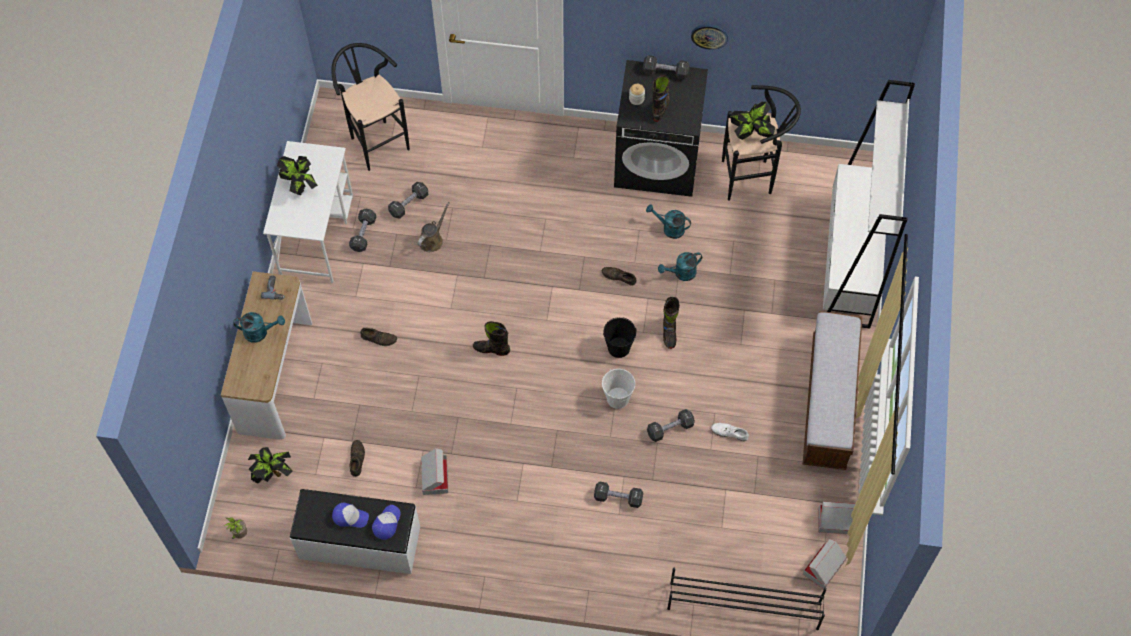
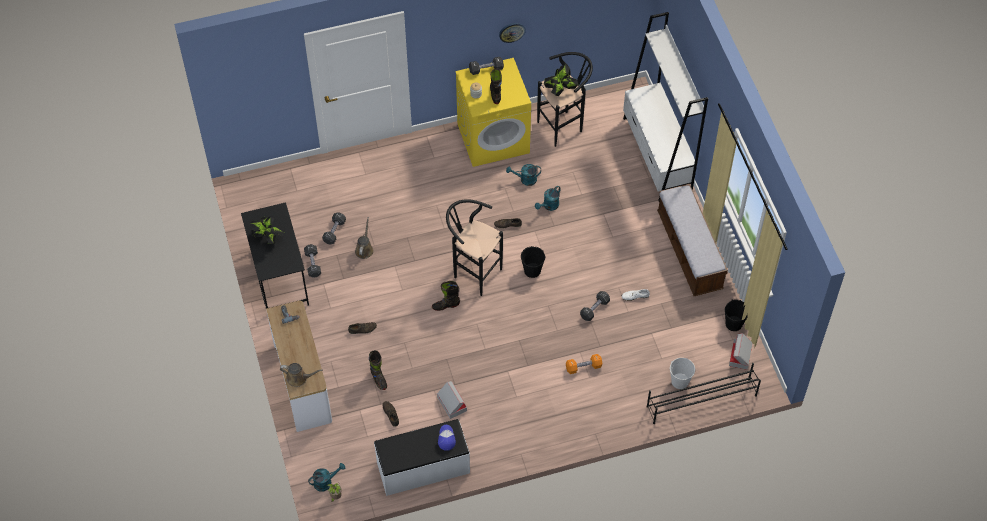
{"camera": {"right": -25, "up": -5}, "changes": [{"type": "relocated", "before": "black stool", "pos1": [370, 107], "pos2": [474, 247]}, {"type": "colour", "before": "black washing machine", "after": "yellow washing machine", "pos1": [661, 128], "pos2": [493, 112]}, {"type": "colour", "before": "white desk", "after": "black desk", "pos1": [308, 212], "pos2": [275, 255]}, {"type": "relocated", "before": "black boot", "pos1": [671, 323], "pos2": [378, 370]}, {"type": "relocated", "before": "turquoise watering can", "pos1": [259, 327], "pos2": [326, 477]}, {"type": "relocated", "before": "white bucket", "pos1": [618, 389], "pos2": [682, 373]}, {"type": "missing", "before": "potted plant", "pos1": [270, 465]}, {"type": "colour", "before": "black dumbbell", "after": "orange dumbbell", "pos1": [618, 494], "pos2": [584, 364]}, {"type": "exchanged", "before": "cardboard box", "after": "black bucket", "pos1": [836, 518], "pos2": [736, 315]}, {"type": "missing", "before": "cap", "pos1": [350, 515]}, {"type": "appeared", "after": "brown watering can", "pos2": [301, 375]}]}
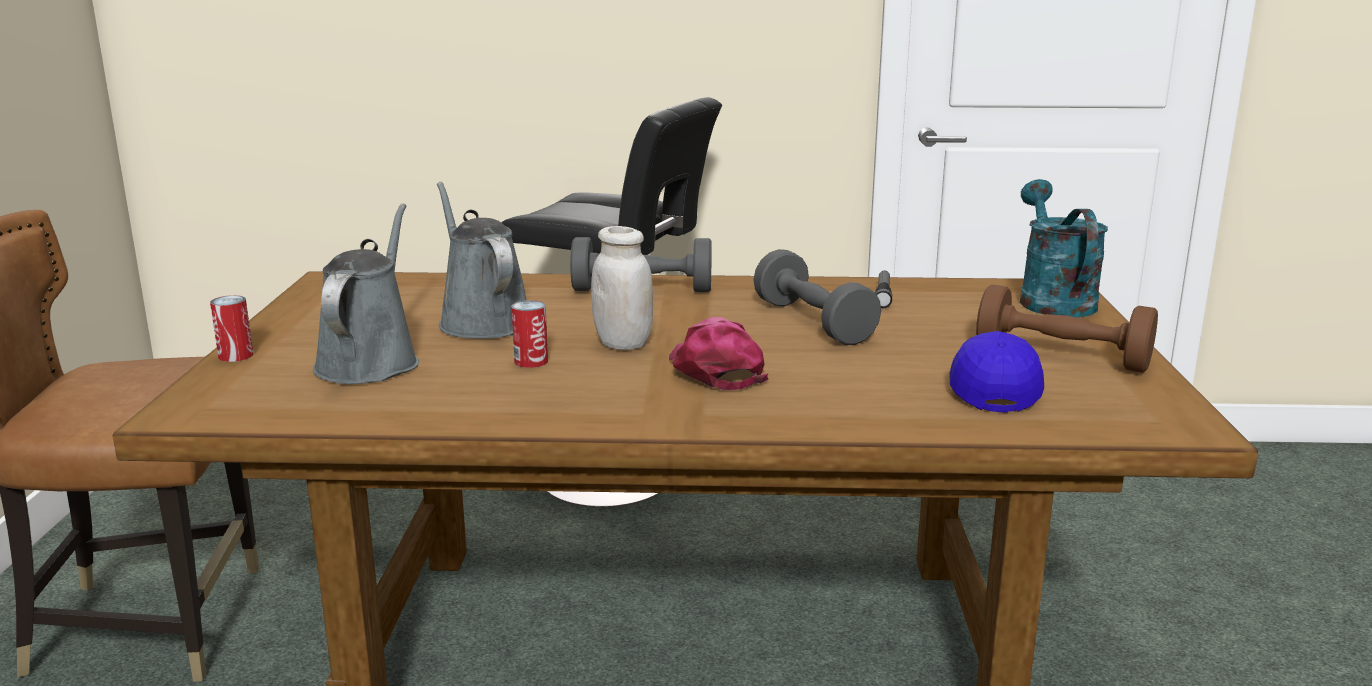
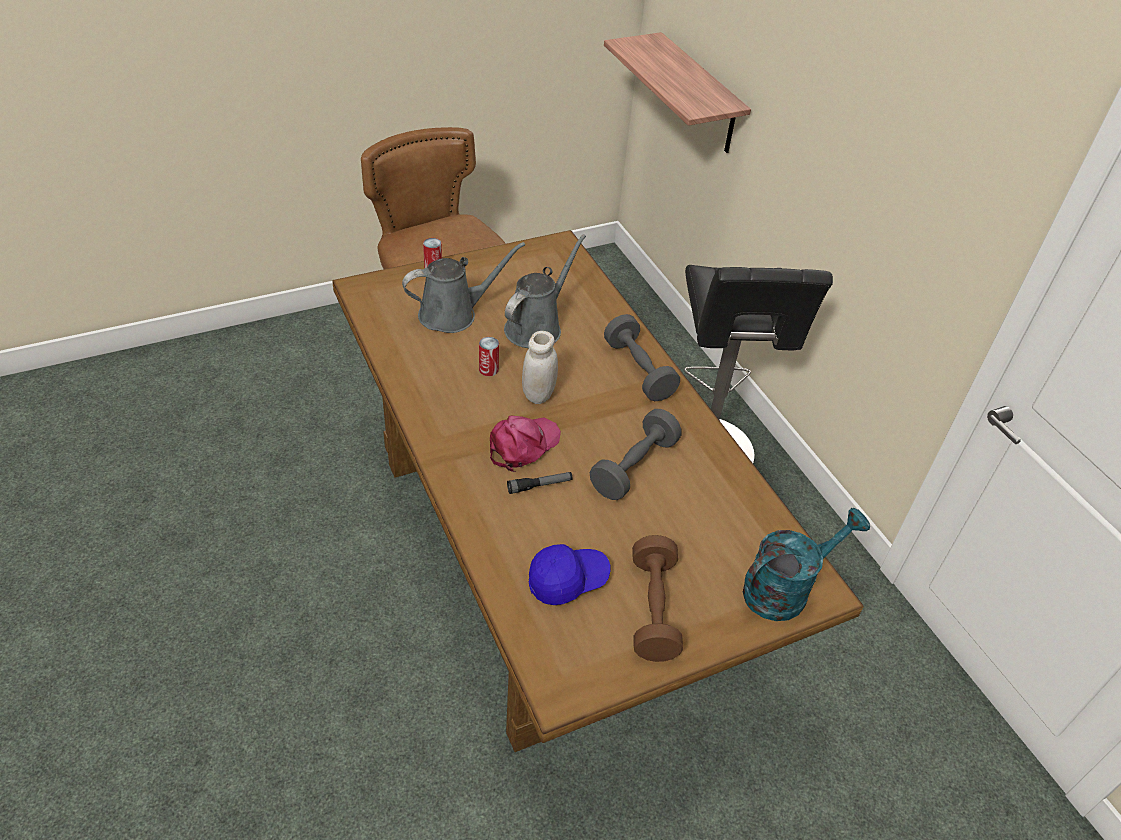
{"camera": {"right": 60, "up": 25}, "changes": [{"type": "relocated", "before": "flashlight", "pos1": [883, 289], "pos2": [540, 483]}, {"type": "appeared", "after": "shelf", "pos2": [677, 92]}]}
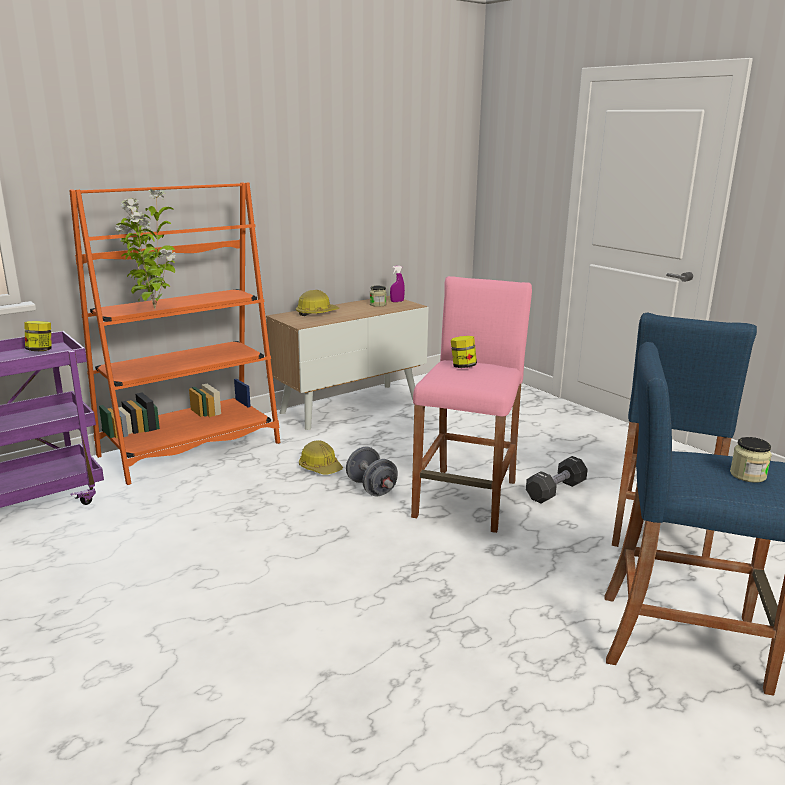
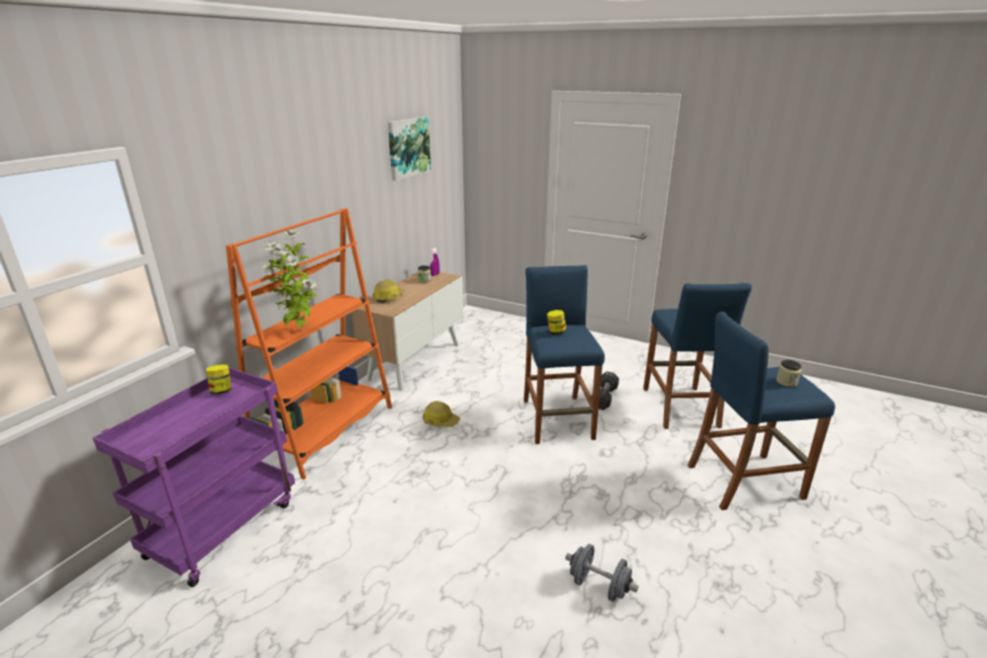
{"camera": {"right": -25, "up": 5}, "changes": [{"type": "colour", "before": "pink stool", "after": "blue stool", "pos1": [471, 404], "pos2": [564, 354]}, {"type": "relocated", "before": "grey dumbbell", "pos1": [372, 471], "pos2": [602, 573]}, {"type": "appeared", "after": "picture", "pos2": [409, 149]}]}
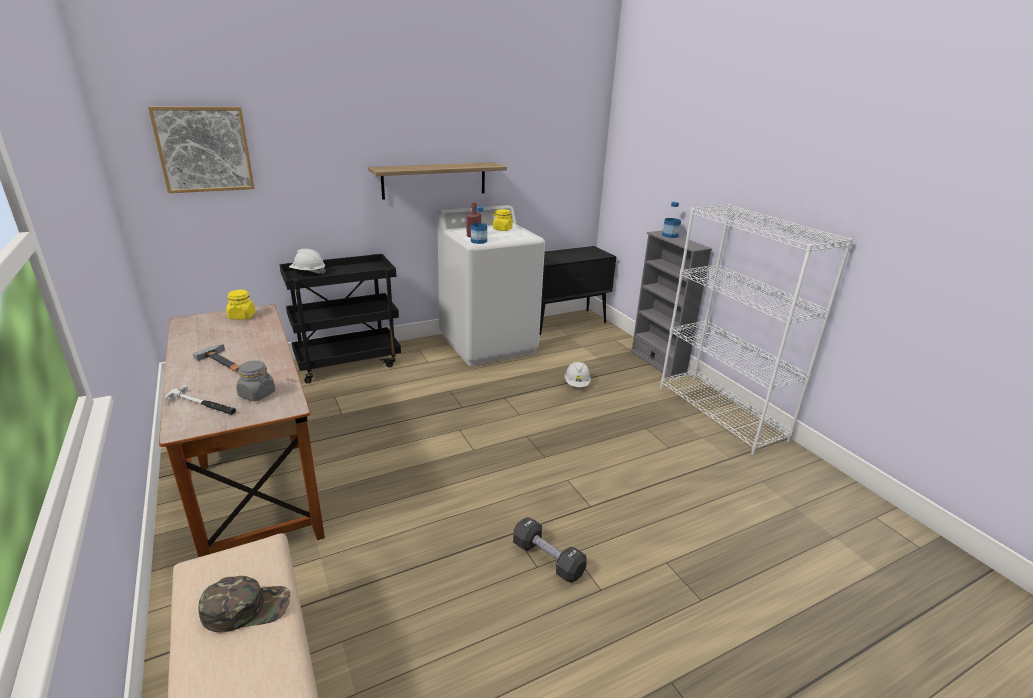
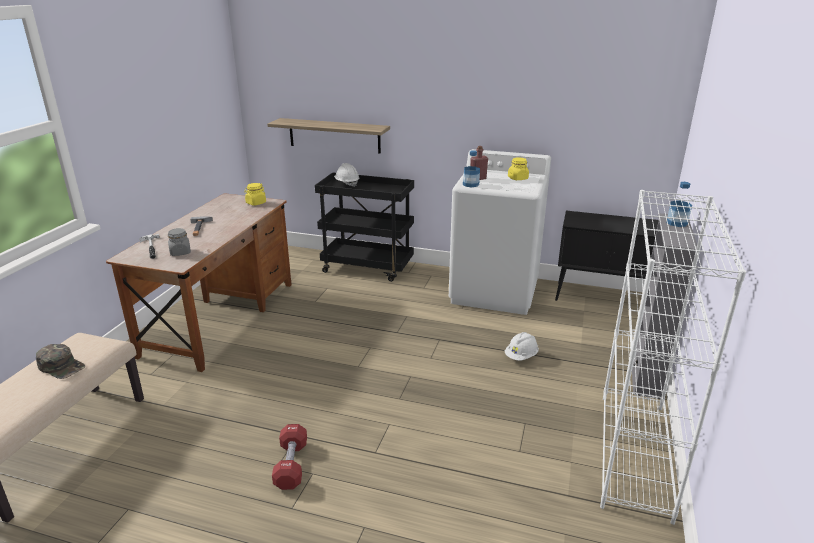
{"camera": {"right": 45, "up": 0}, "changes": [{"type": "missing", "before": "picture", "pos1": [201, 149]}, {"type": "relocated", "before": "shelf", "pos1": [437, 181], "pos2": [328, 135]}, {"type": "colour", "before": "black dumbbell", "after": "red dumbbell", "pos1": [550, 550], "pos2": [289, 457]}]}
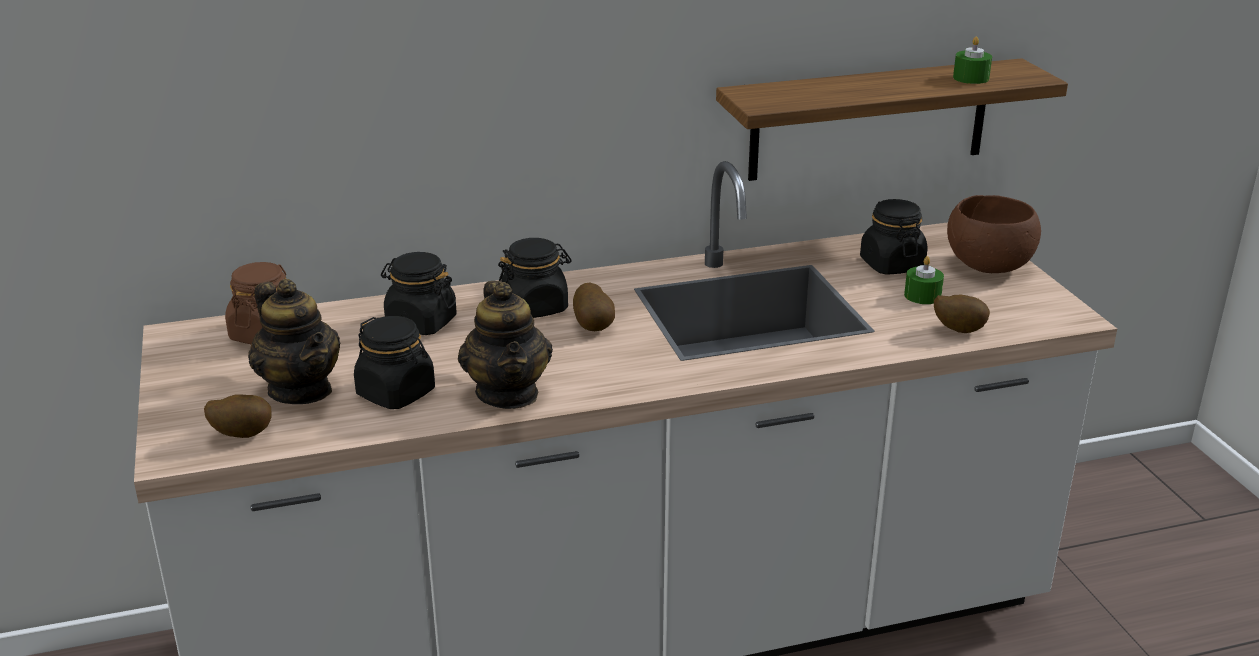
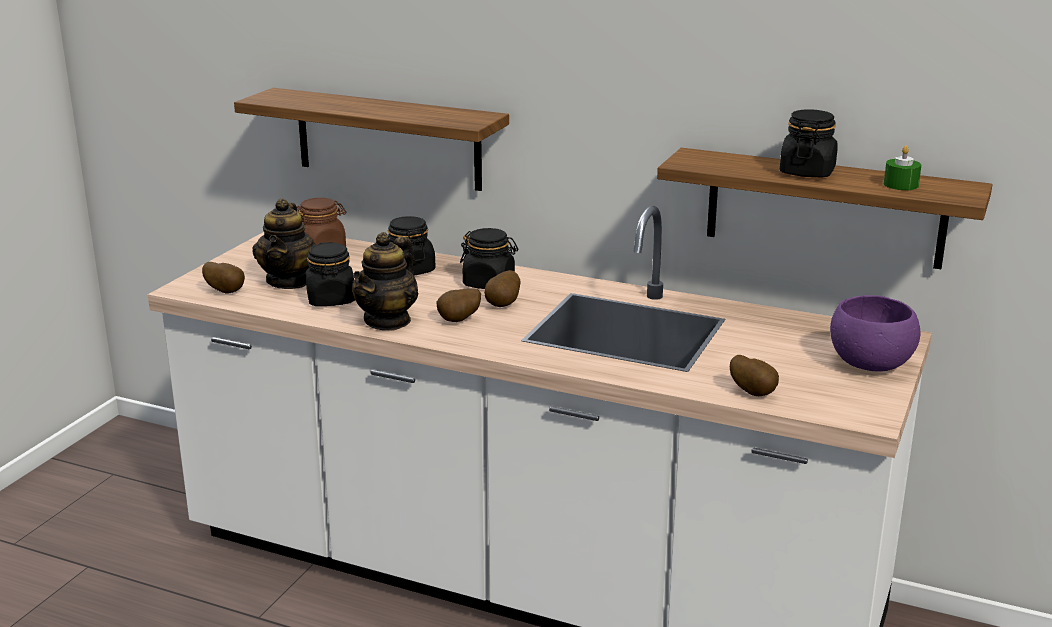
{"camera": {"right": 40, "up": -5}, "changes": [{"type": "colour", "before": "brown bowl", "after": "purple bowl", "pos1": [994, 234], "pos2": [875, 333]}, {"type": "relocated", "before": "black jar", "pos1": [893, 237], "pos2": [809, 143]}, {"type": "missing", "before": "green candle", "pos1": [924, 280]}, {"type": "appeared", "after": "shelf", "pos2": [371, 139]}, {"type": "appeared", "after": "potato", "pos2": [458, 305]}]}
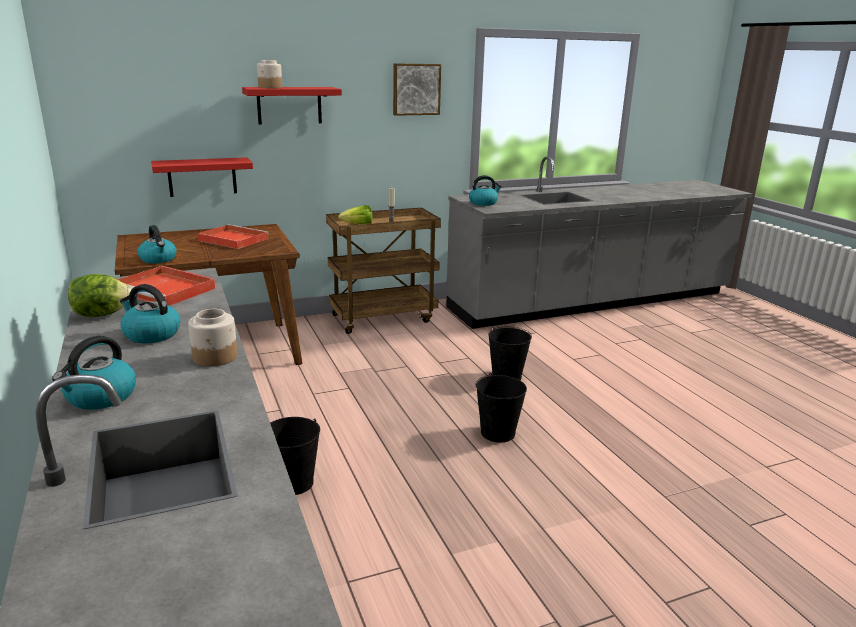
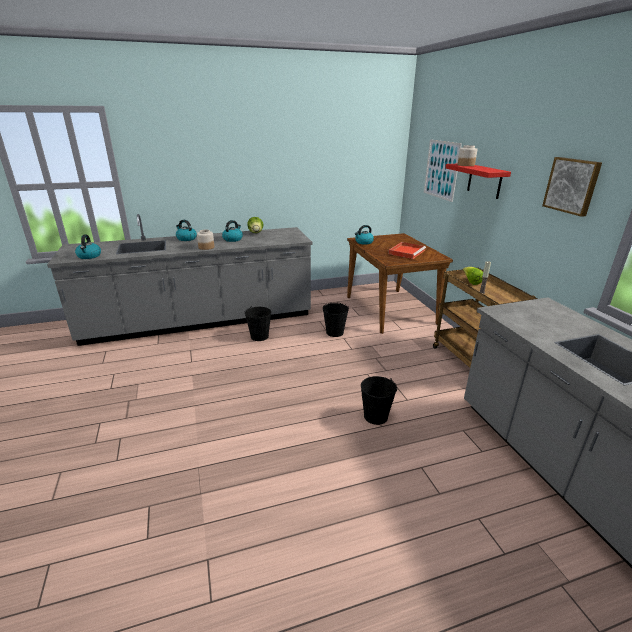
{"camera": {"right": 95, "up": 5}, "changes": [{"type": "missing", "before": "red shelf", "pos1": [202, 177]}, {"type": "relocated", "before": "kettle", "pos1": [485, 190], "pos2": [88, 246]}, {"type": "missing", "before": "red tray", "pos1": [166, 286]}, {"type": "relocated", "before": "black bucket", "pos1": [501, 408], "pos2": [336, 319]}, {"type": "appeared", "after": "picture", "pos2": [443, 170]}]}
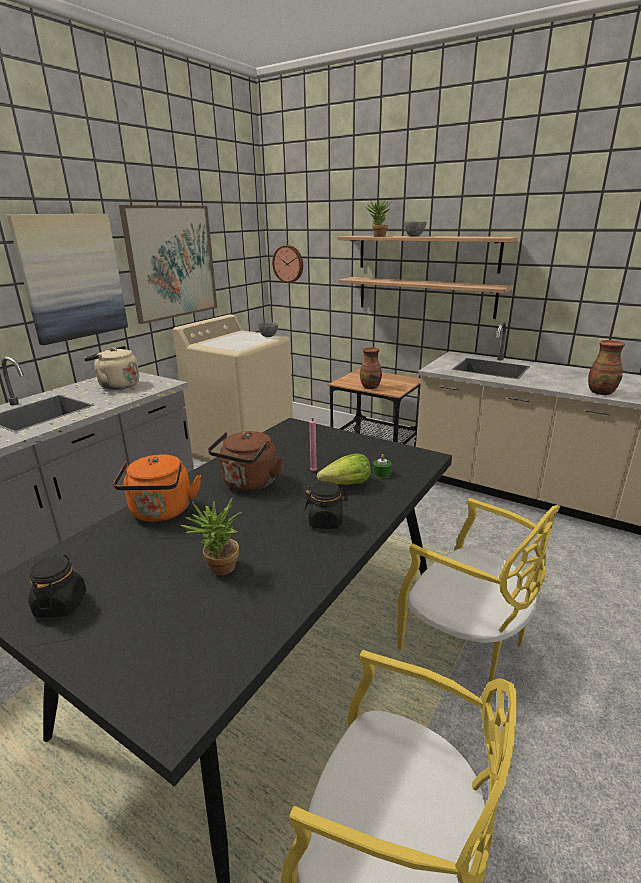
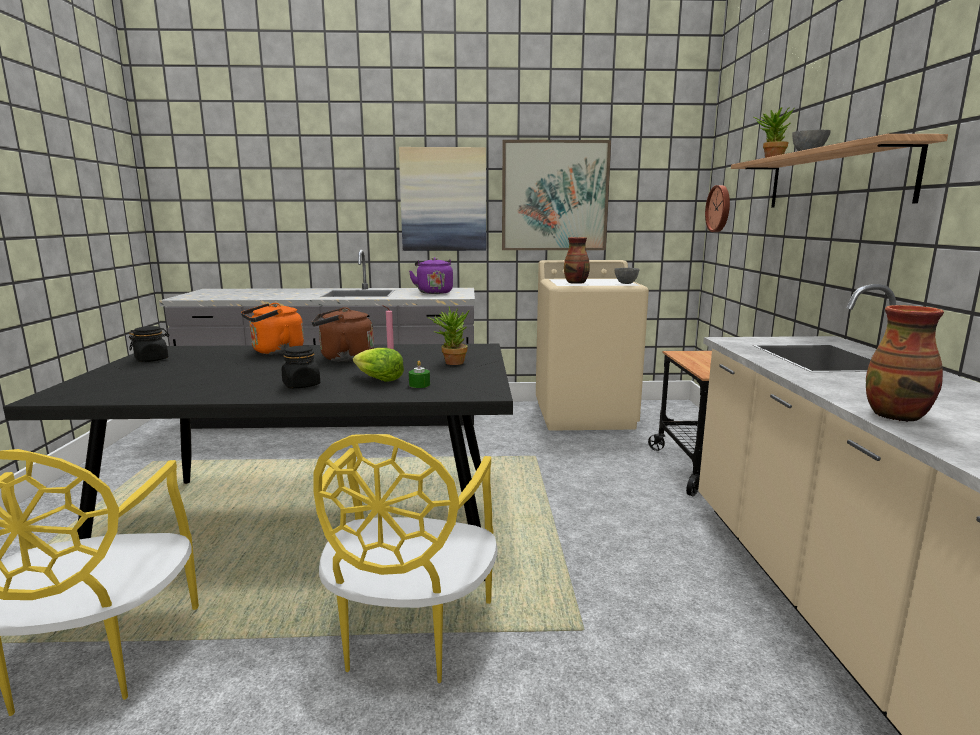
{"camera": {"right": 55, "up": -10}, "changes": [{"type": "missing", "before": "shelf", "pos1": [426, 298]}, {"type": "colour", "before": "beige kettle", "after": "purple kettle", "pos1": [112, 368], "pos2": [431, 275]}, {"type": "relocated", "before": "vase", "pos1": [371, 368], "pos2": [577, 260]}, {"type": "relocated", "before": "potted plant", "pos1": [211, 536], "pos2": [448, 336]}]}
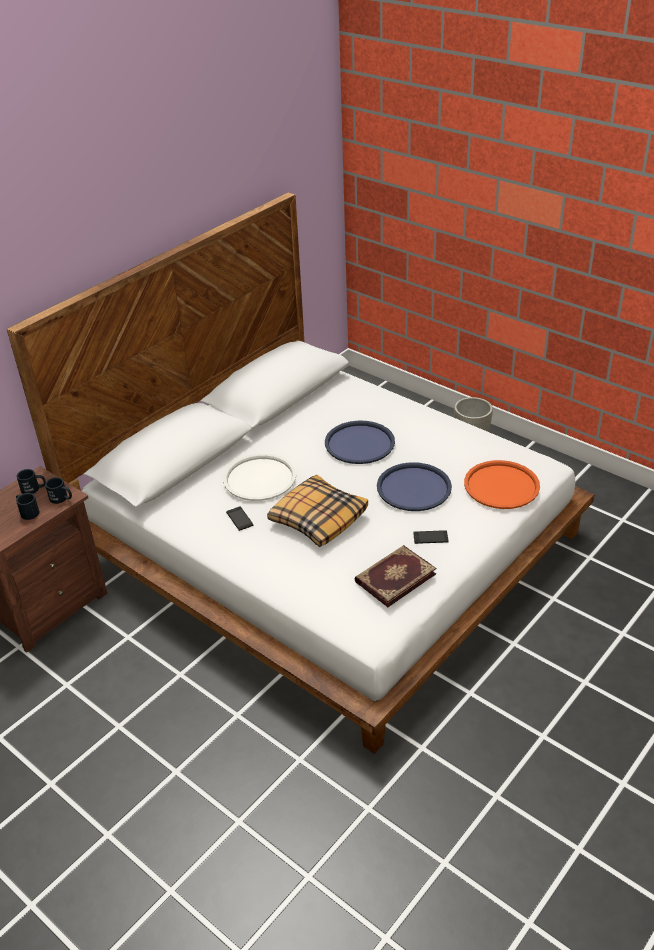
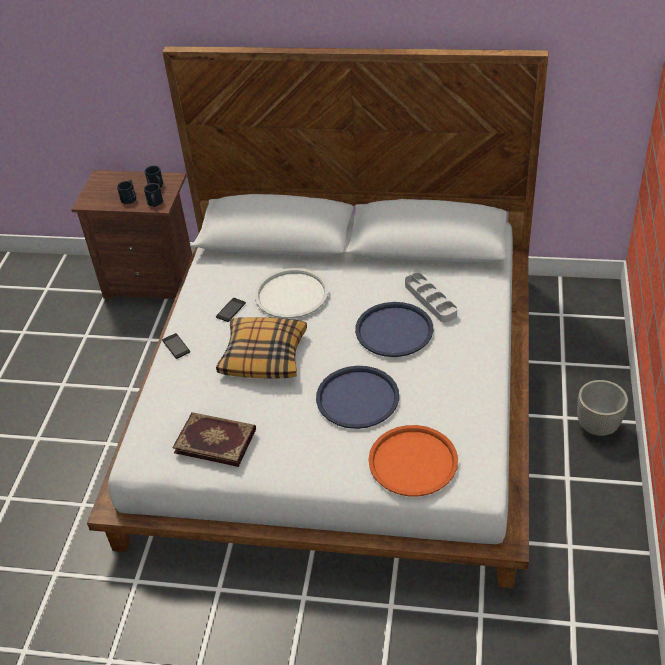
{"camera": {"right": 60, "up": 5}, "changes": [{"type": "relocated", "before": "phone", "pos1": [431, 537], "pos2": [176, 346]}, {"type": "appeared", "after": "grey tray", "pos2": [431, 298]}]}
